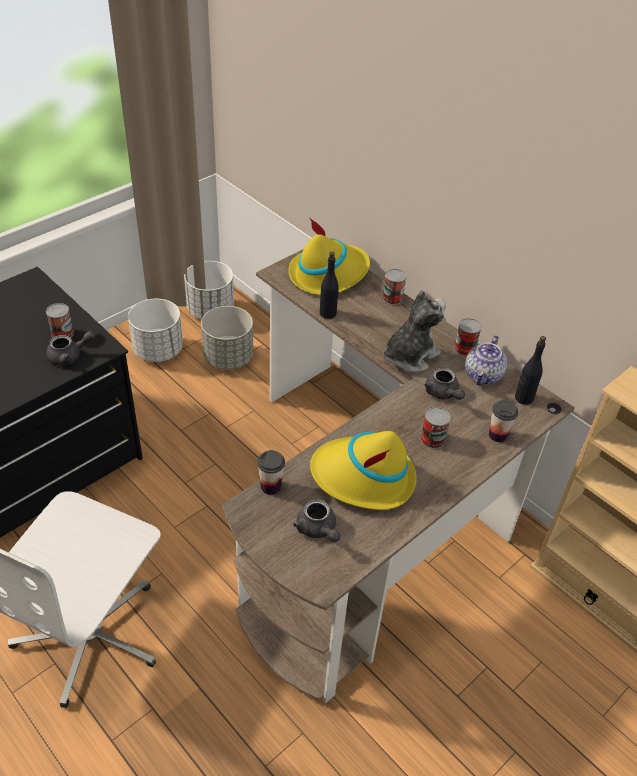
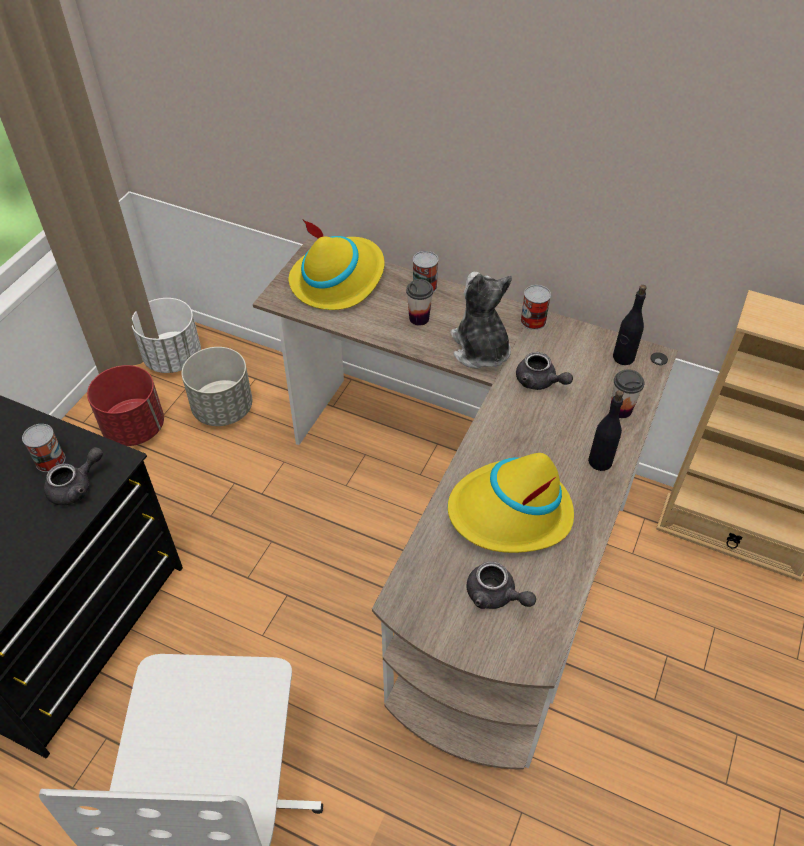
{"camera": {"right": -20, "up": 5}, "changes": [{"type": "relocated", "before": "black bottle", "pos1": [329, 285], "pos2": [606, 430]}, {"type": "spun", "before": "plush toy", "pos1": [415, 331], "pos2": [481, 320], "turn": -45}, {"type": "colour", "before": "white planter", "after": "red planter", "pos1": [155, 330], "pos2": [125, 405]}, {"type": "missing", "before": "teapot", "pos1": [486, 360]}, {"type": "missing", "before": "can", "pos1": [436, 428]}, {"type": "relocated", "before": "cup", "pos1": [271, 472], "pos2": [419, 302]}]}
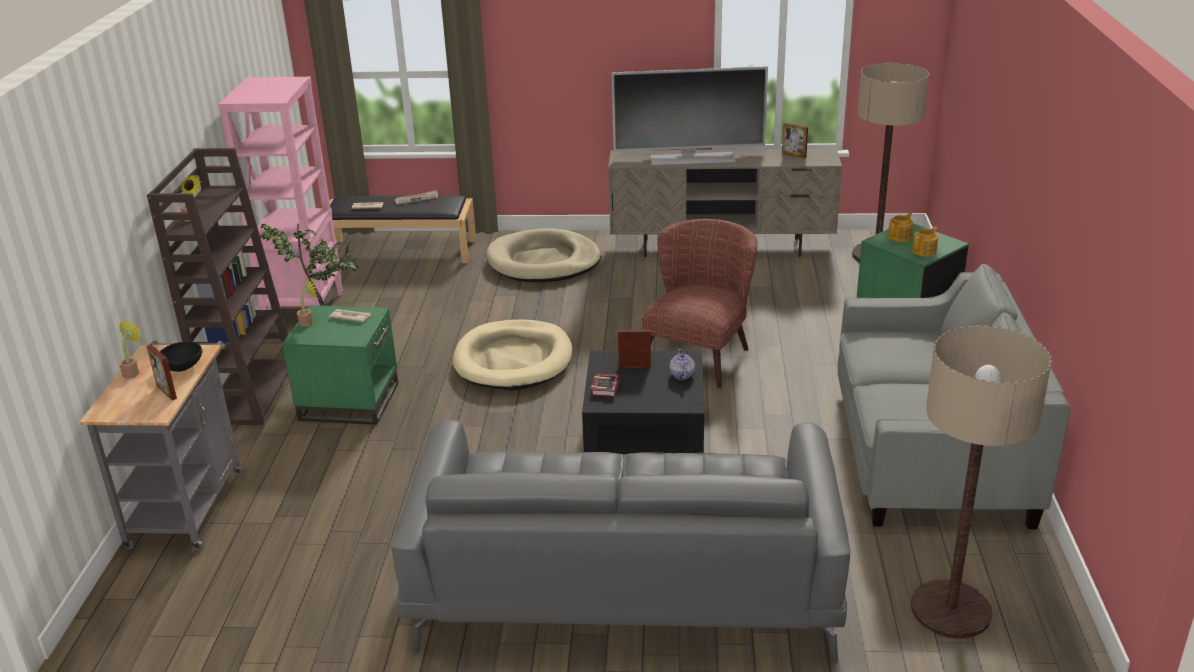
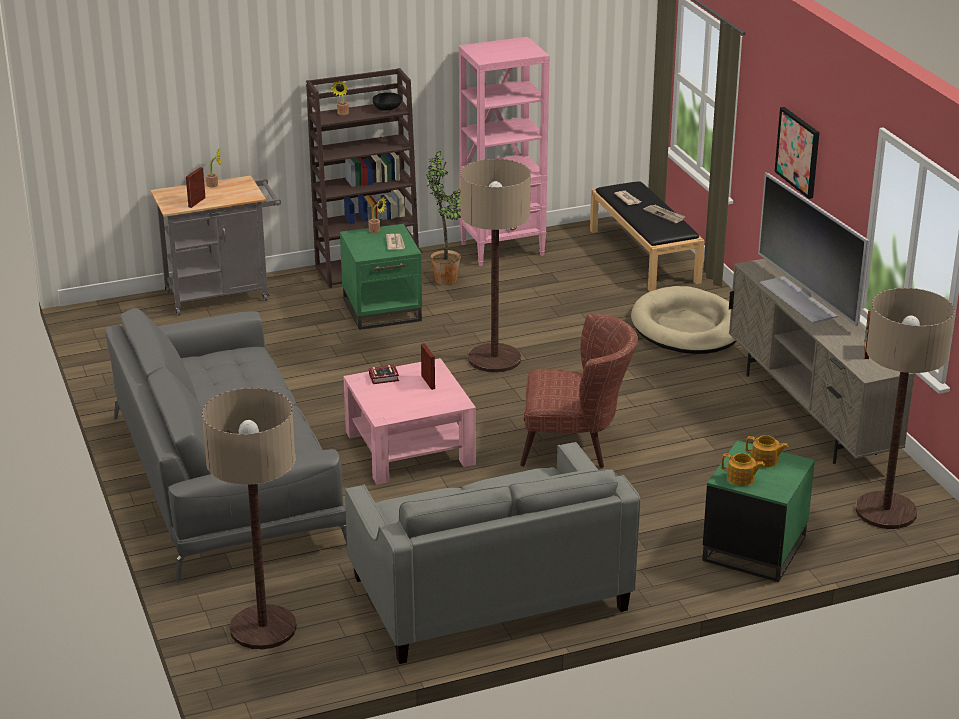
{"camera": {"right": 65, "up": 0}, "changes": [{"type": "exchanged", "before": "beige dog bed", "after": "floor lamp", "pos1": [512, 355], "pos2": [495, 266]}, {"type": "relocated", "before": "black bowl", "pos1": [181, 356], "pos2": [387, 101]}, {"type": "missing", "before": "teapot", "pos1": [682, 364]}, {"type": "colour", "before": "black coffee table", "after": "pink coffee table", "pos1": [643, 402], "pos2": [410, 421]}, {"type": "appeared", "after": "picture", "pos2": [797, 153]}]}
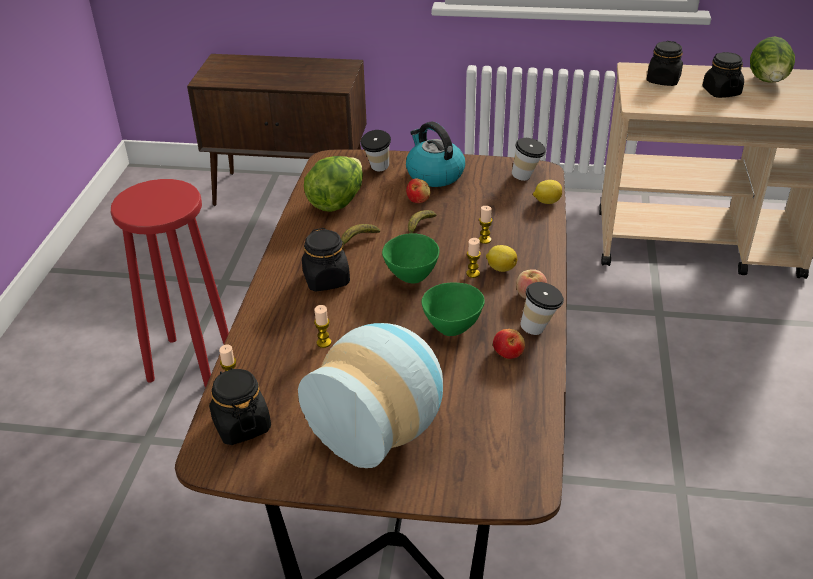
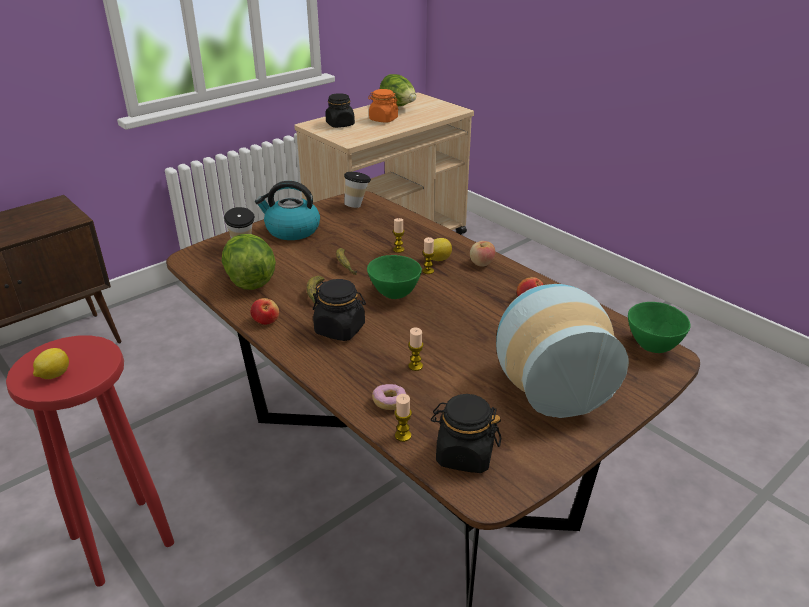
{"camera": {"right": -50, "up": -5}, "changes": [{"type": "colour", "before": "black jar", "after": "orange jar", "pos1": [723, 75], "pos2": [383, 106]}, {"type": "relocated", "before": "apple", "pos1": [418, 191], "pos2": [265, 311]}, {"type": "relocated", "before": "lemon", "pos1": [547, 192], "pos2": [51, 363]}, {"type": "relocated", "before": "green bowl", "pos1": [453, 309], "pos2": [659, 327]}, {"type": "missing", "before": "cup", "pos1": [542, 308]}, {"type": "appeared", "after": "donut", "pos2": [389, 397]}]}
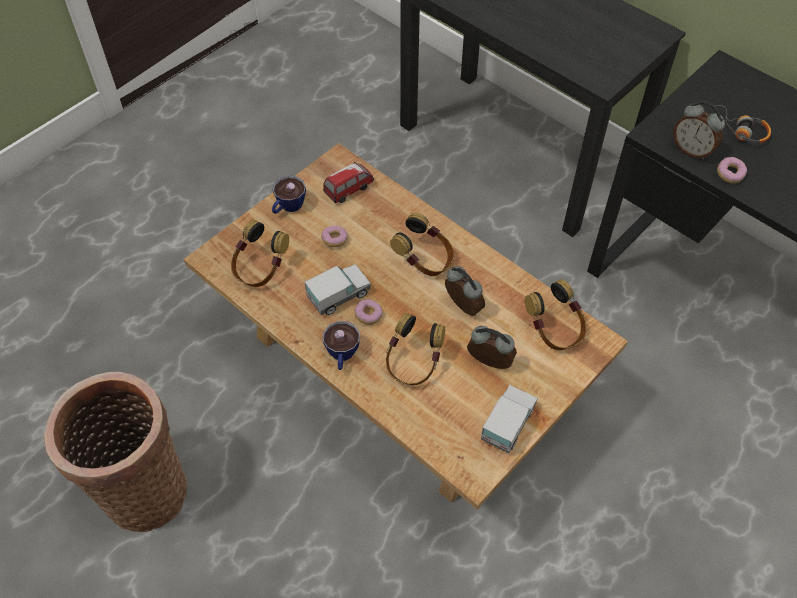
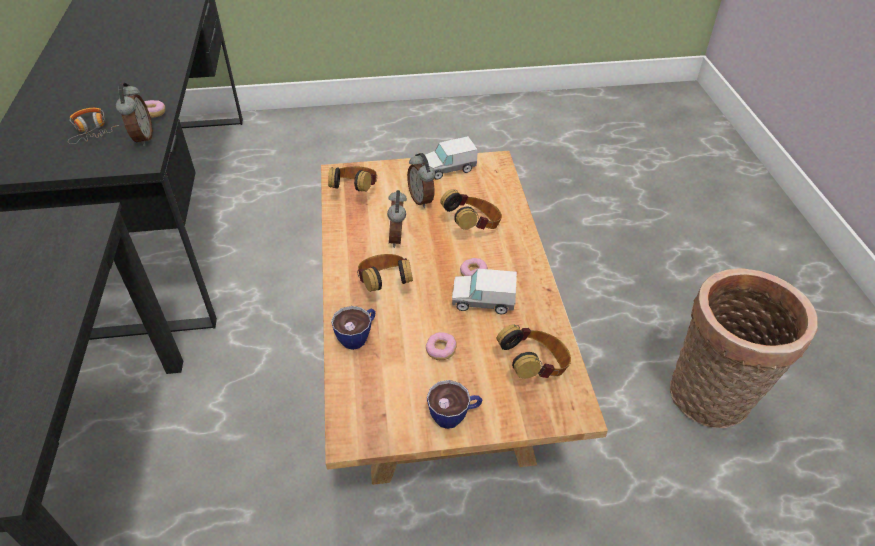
{"camera": {"right": -140, "up": -10}, "changes": [{"type": "missing", "before": "toy car", "pos1": [348, 182]}, {"type": "relocated", "before": "cup", "pos1": [341, 345], "pos2": [353, 328]}]}
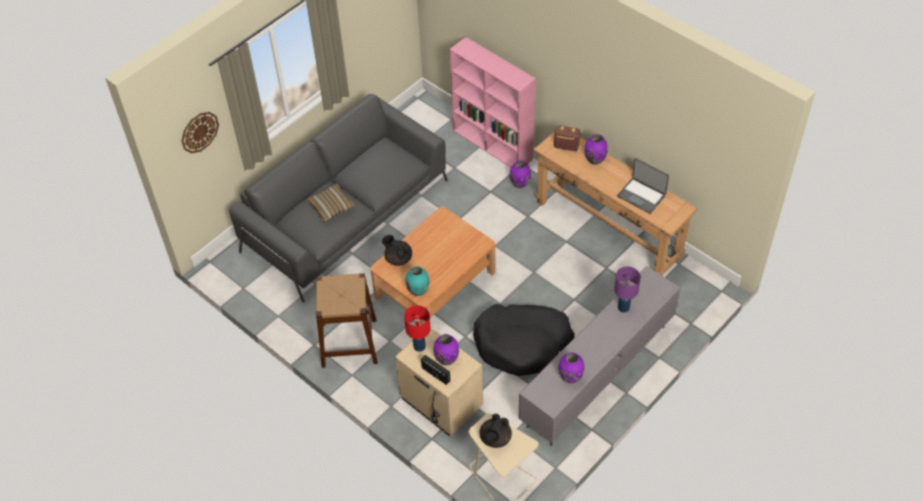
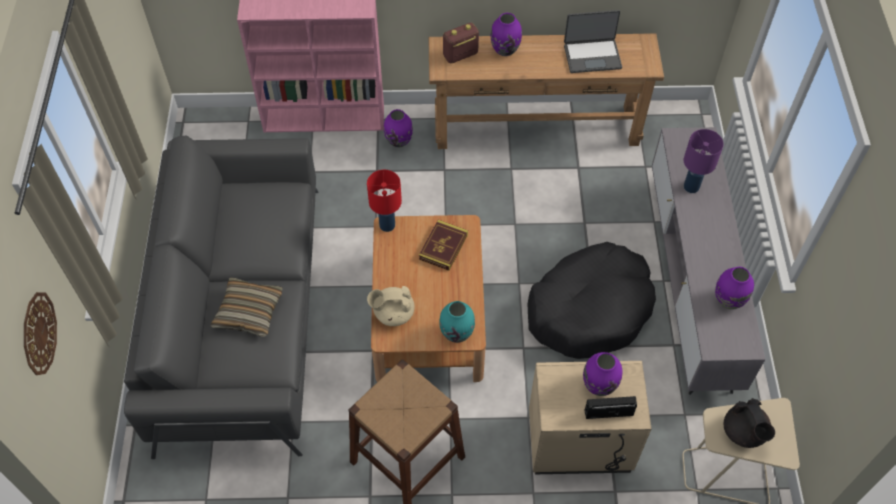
{"camera": {"right": -45, "up": 5}, "changes": [{"type": "colour", "before": "black teapot", "after": "beige teapot", "pos1": [397, 250], "pos2": [391, 306]}, {"type": "relocated", "before": "red table lamp", "pos1": [417, 328], "pos2": [384, 201]}, {"type": "appeared", "after": "book", "pos2": [443, 245]}]}
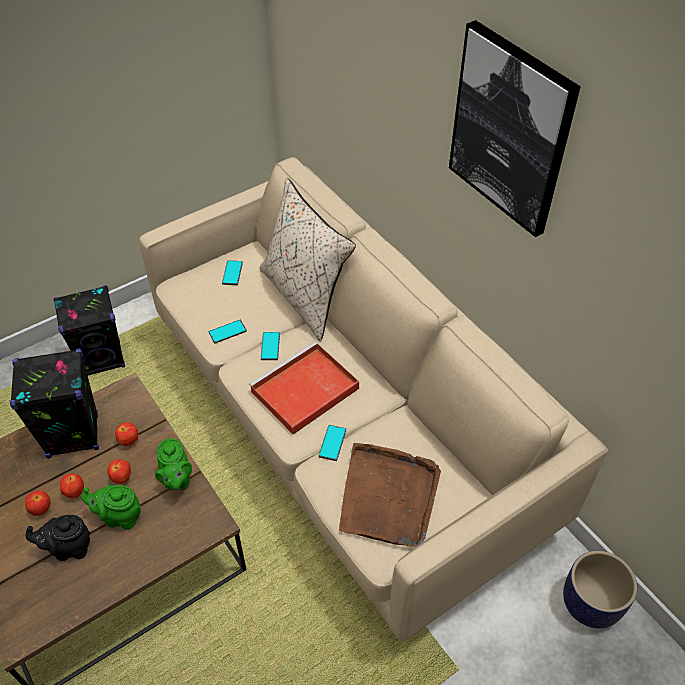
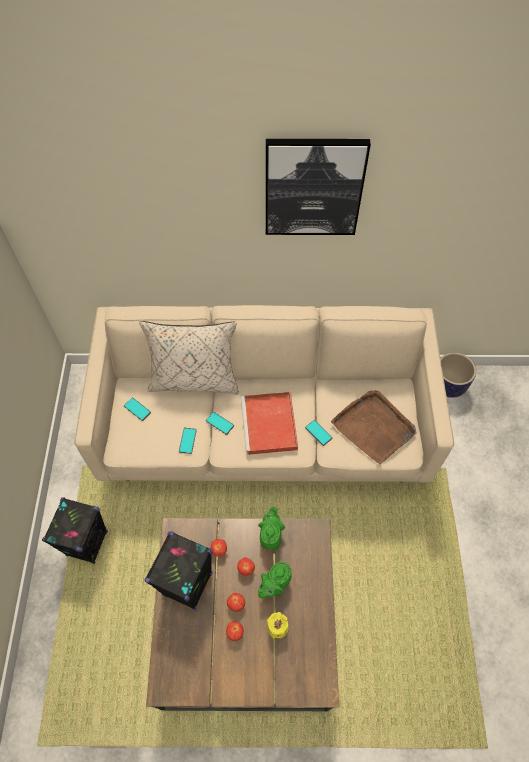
{"camera": {"right": -55, "up": 10}, "changes": [{"type": "spun", "before": "green teapot", "pos1": [173, 464], "pos2": [271, 529], "turn": -105}, {"type": "exchanged", "before": "black teapot", "after": "yellow candle", "pos1": [58, 538], "pos2": [278, 625]}]}
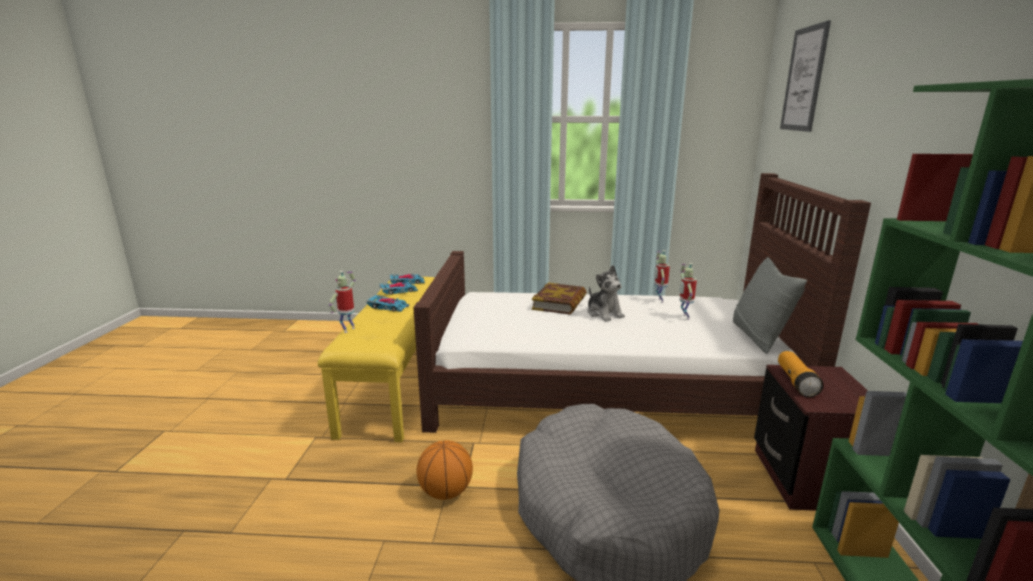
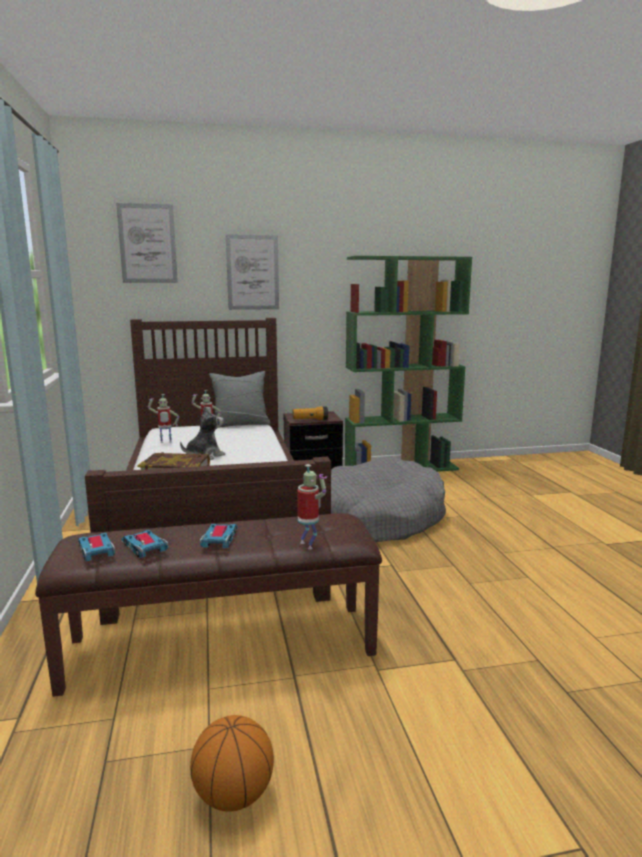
{"camera": {"right": -105, "up": -5}, "changes": [{"type": "spun", "before": "toy robot", "pos1": [342, 302], "pos2": [312, 507], "turn": -135}, {"type": "colour", "before": "yellow bench", "after": "brown bench", "pos1": [376, 359], "pos2": [208, 605]}, {"type": "relocated", "before": "basketball", "pos1": [445, 470], "pos2": [232, 763]}, {"type": "appeared", "after": "picture", "pos2": [252, 272]}]}
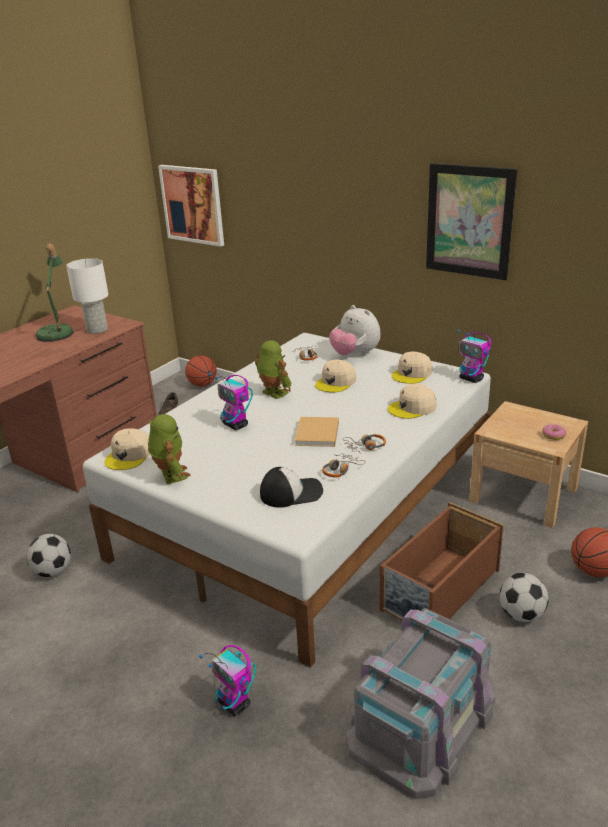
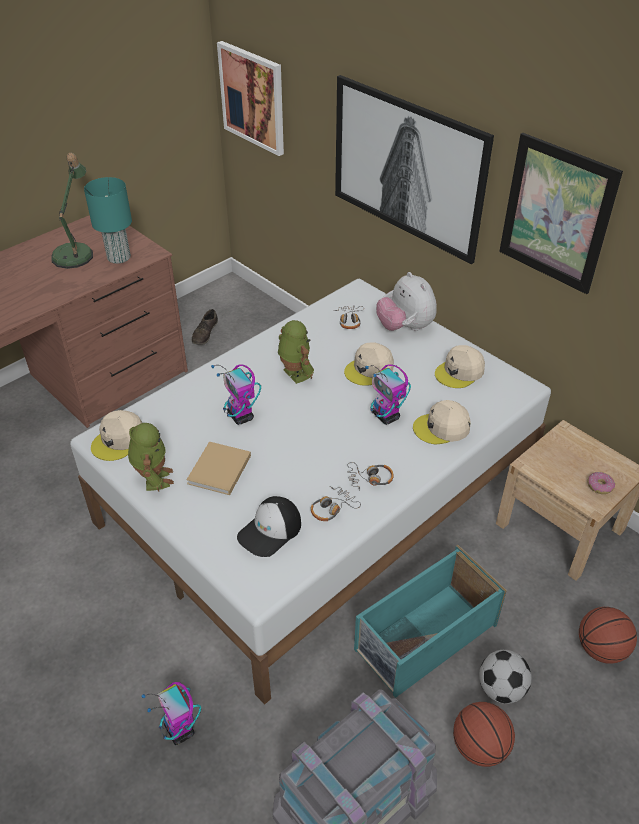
{"camera": {"right": 10, "up": 15}, "changes": [{"type": "colour", "before": "white table lamp", "after": "turquoise table lamp", "pos1": [87, 296], "pos2": [108, 220]}, {"type": "relocated", "before": "toy robot", "pos1": [474, 356], "pos2": [388, 394]}, {"type": "relocated", "before": "basketball", "pos1": [201, 370], "pos2": [484, 734]}, {"type": "relocated", "before": "beige book", "pos1": [316, 432], "pos2": [218, 468]}, {"type": "spun", "before": "cap", "pos1": [291, 487], "pos2": [269, 526], "turn": 135}, {"type": "colour", "before": "brown storage box", "after": "turquoise storage box", "pos1": [442, 561], "pos2": [430, 621]}, {"type": "missing", "before": "football", "pos1": [49, 555]}, {"type": "appeared", "after": "picture", "pos2": [414, 169]}]}
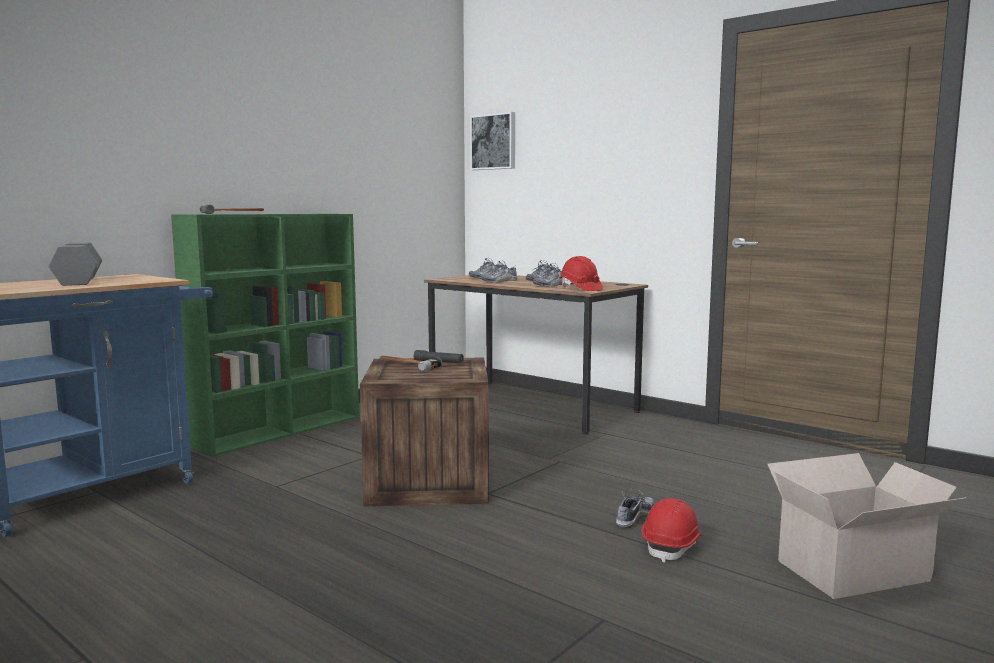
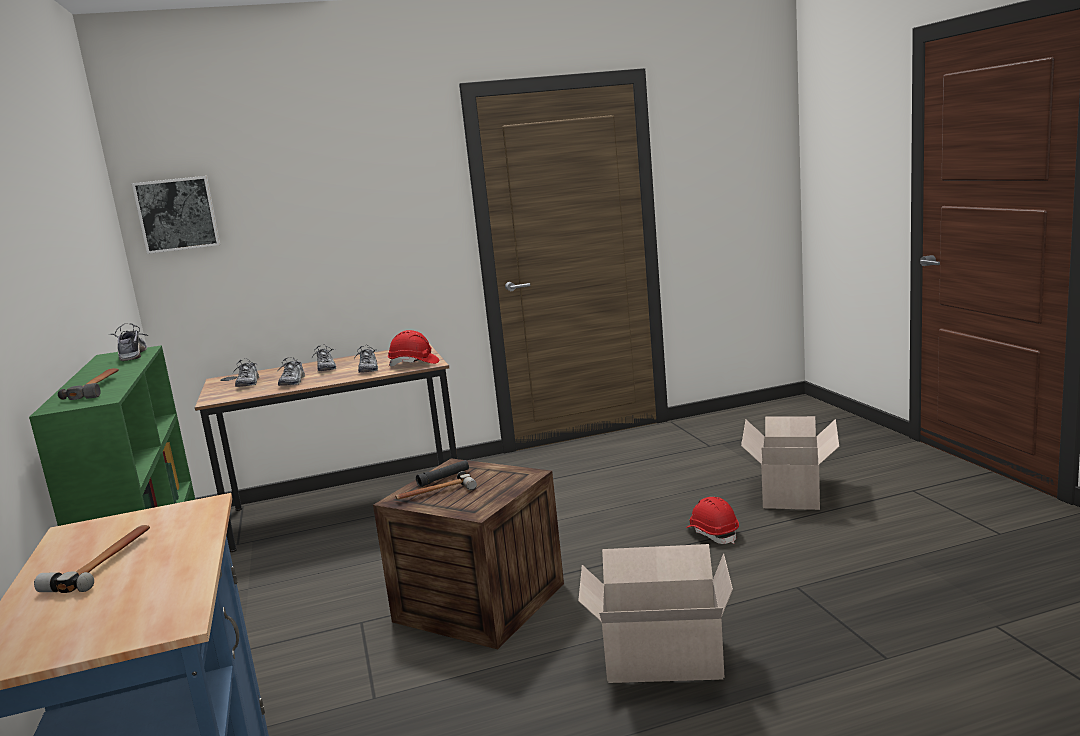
{"camera": {"right": -55, "up": 5}, "changes": [{"type": "exchanged", "before": "grey dumbbell", "after": "hammer", "pos1": [75, 264], "pos2": [92, 559]}, {"type": "relocated", "before": "shoe", "pos1": [635, 508], "pos2": [129, 342]}, {"type": "appeared", "after": "cardboard box", "pos2": [655, 613]}]}
